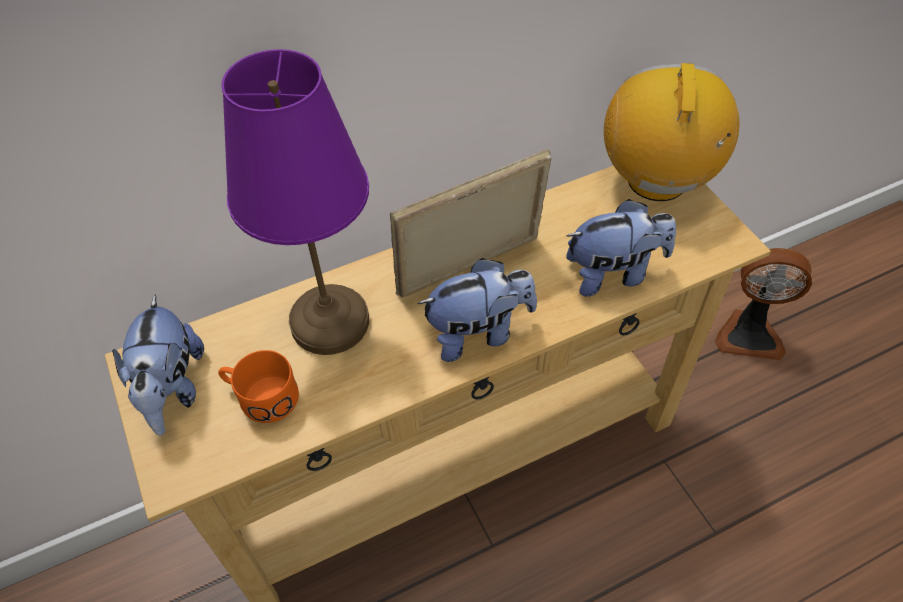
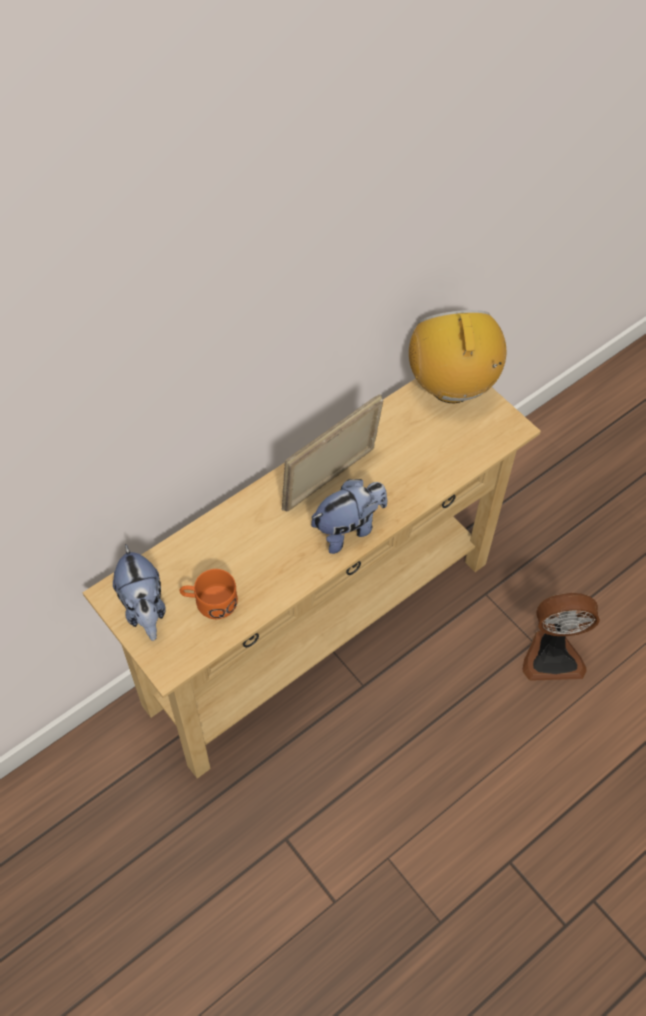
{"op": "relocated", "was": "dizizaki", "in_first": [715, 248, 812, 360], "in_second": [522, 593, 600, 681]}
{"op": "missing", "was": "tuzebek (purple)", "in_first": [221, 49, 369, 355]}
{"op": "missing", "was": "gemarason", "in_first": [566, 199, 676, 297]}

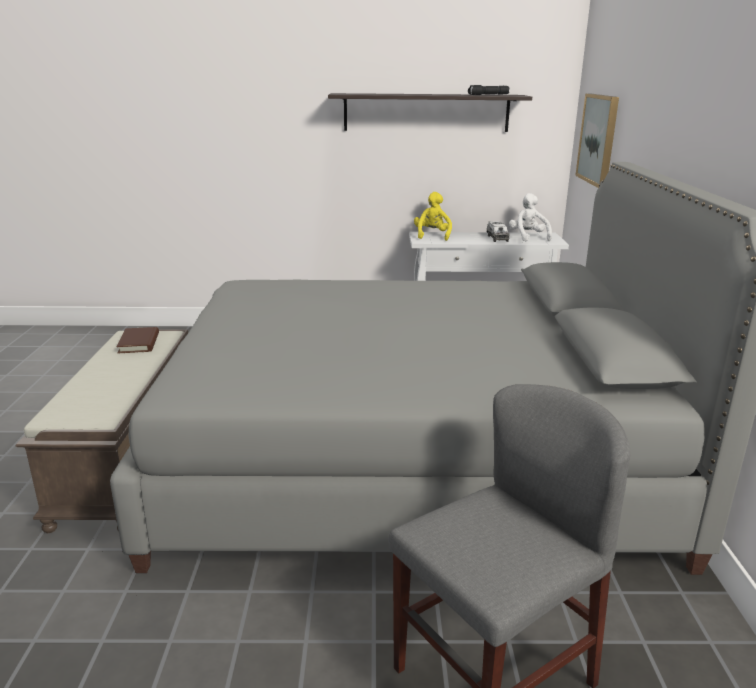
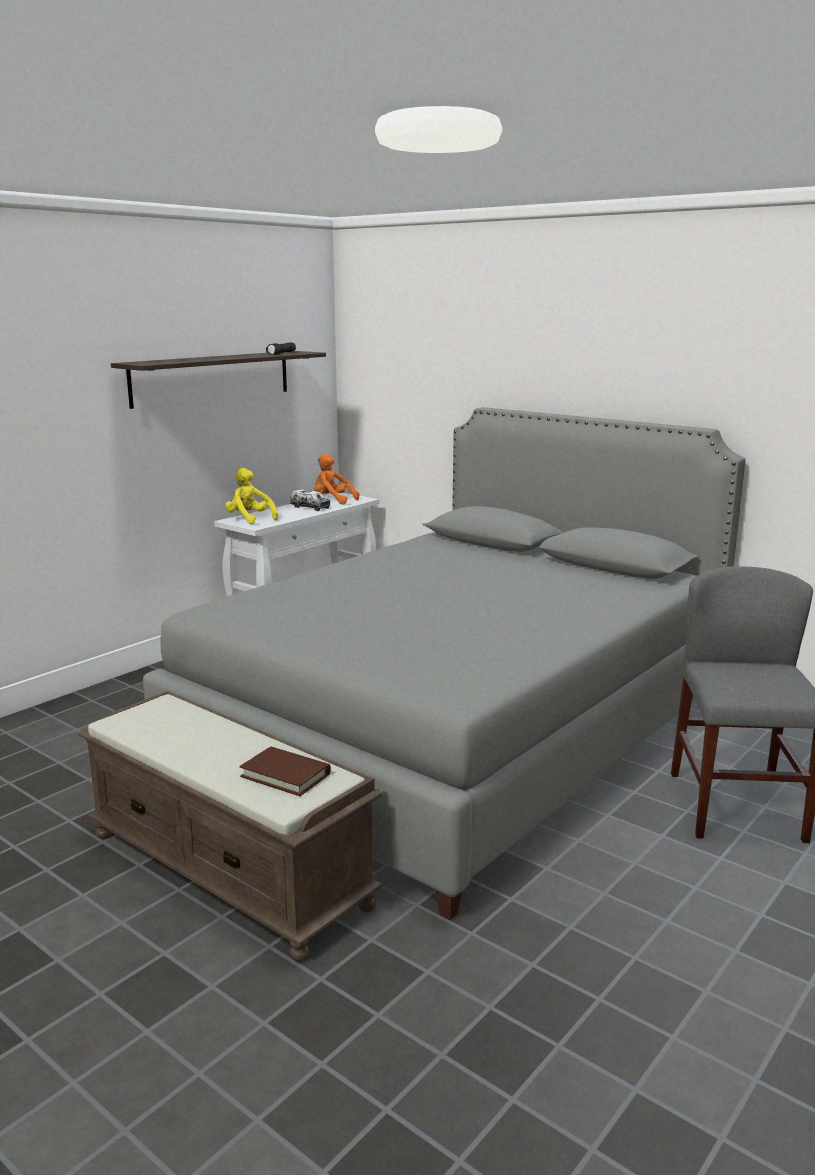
{"op": "relocated", "was": "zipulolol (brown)", "in_first": [117, 327, 159, 353], "in_second": [240, 747, 331, 796]}
{"op": "colour", "was": "gemarason (white)", "now": "gemarason (orange)", "in_first": [509, 193, 552, 242], "in_second": [314, 454, 359, 504]}
{"op": "missing", "was": "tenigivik", "in_first": [575, 94, 619, 188]}

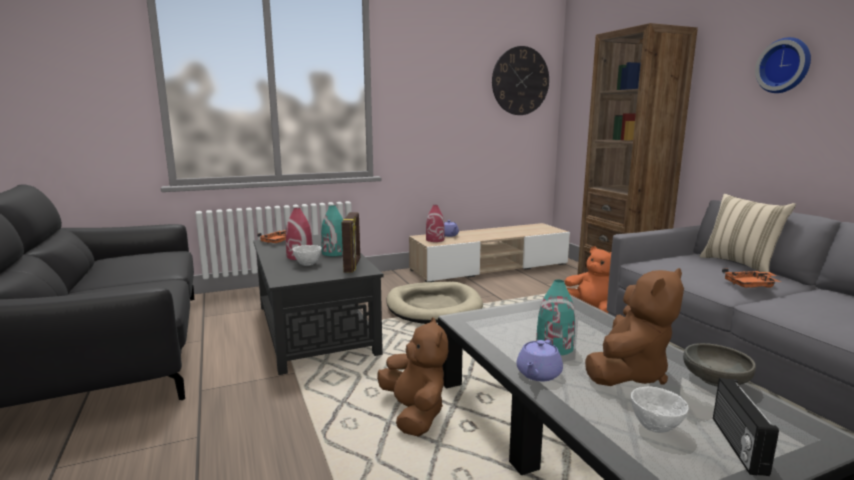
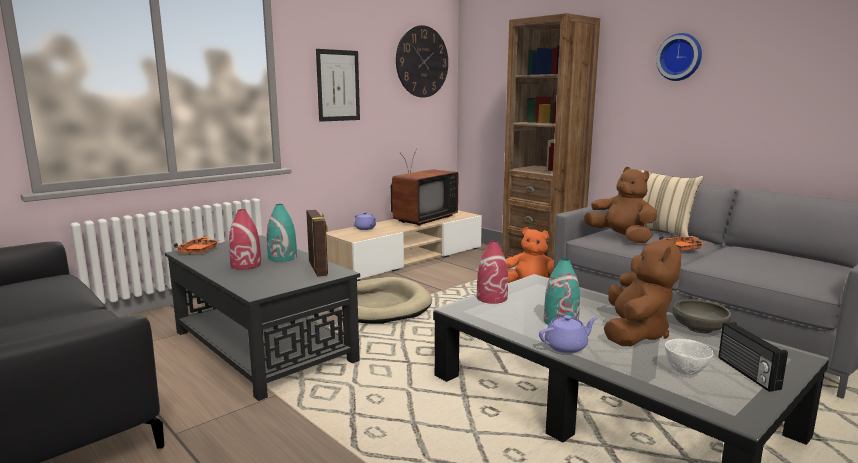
{"op": "appeared", "now": "tenigivik", "in_second": [316, 49, 360, 122]}
{"op": "appeared", "now": "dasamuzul", "in_second": [391, 148, 459, 226]}
{"op": "relocated", "was": "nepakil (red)", "in_first": [426, 205, 445, 242], "in_second": [477, 241, 508, 304]}
{"op": "spun", "was": "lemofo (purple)", "in_first": [517, 339, 563, 381], "in_second": [539, 315, 597, 353], "clockwise": -120}
{"op": "relocated", "was": "gemarason (brown)", "in_first": [377, 317, 448, 437], "in_second": [584, 167, 657, 243]}
{"op": "missing", "was": "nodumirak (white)", "in_first": [292, 245, 322, 266]}

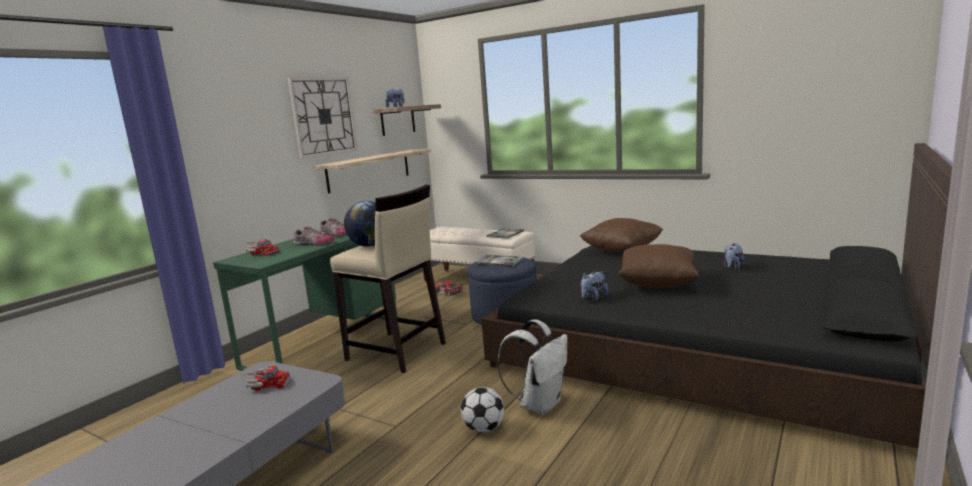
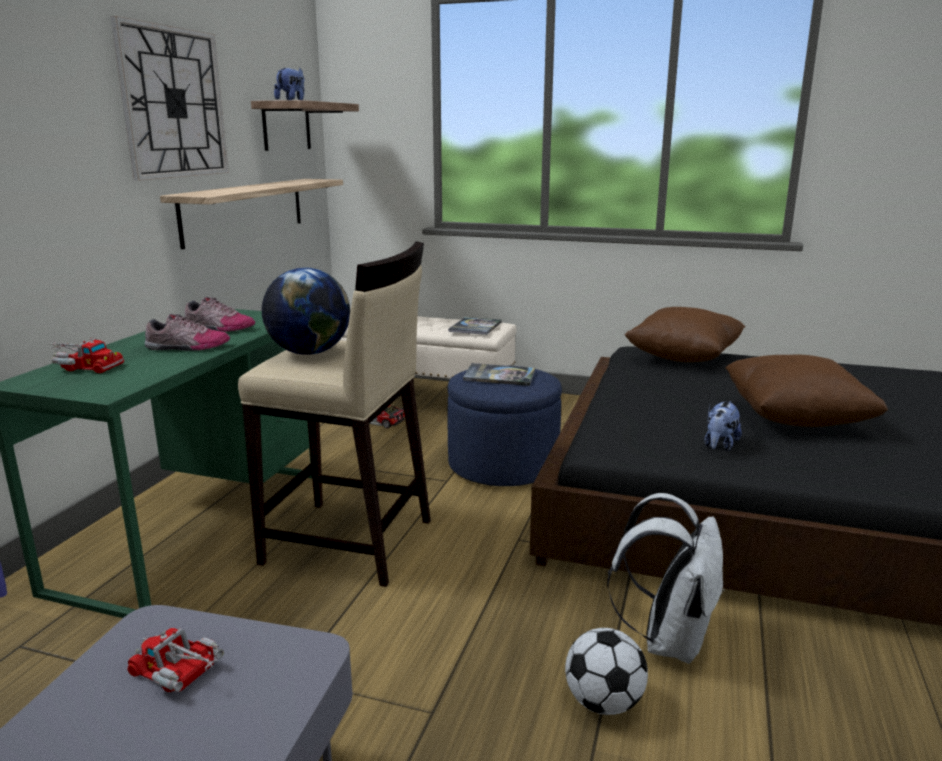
{"op": "spun", "was": "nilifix", "in_first": [239, 365, 290, 391], "in_second": [127, 628, 224, 692], "clockwise": -135}
{"op": "missing", "was": "gemarason", "in_first": [724, 243, 744, 269]}

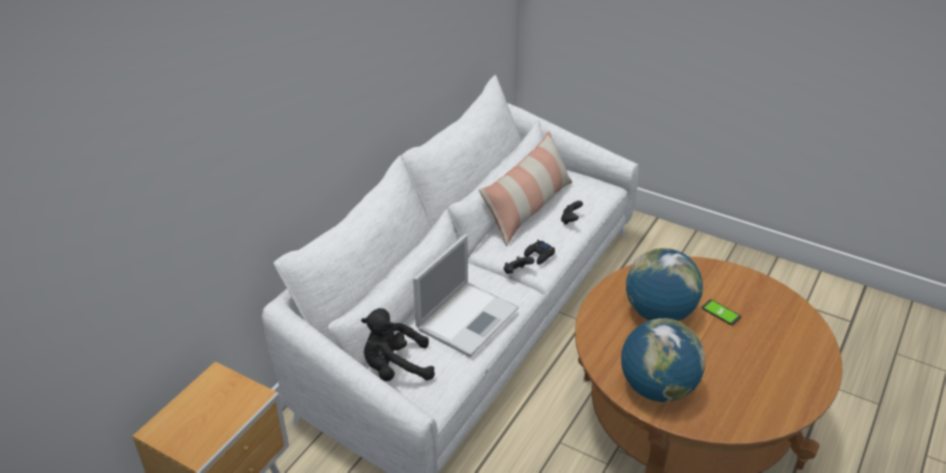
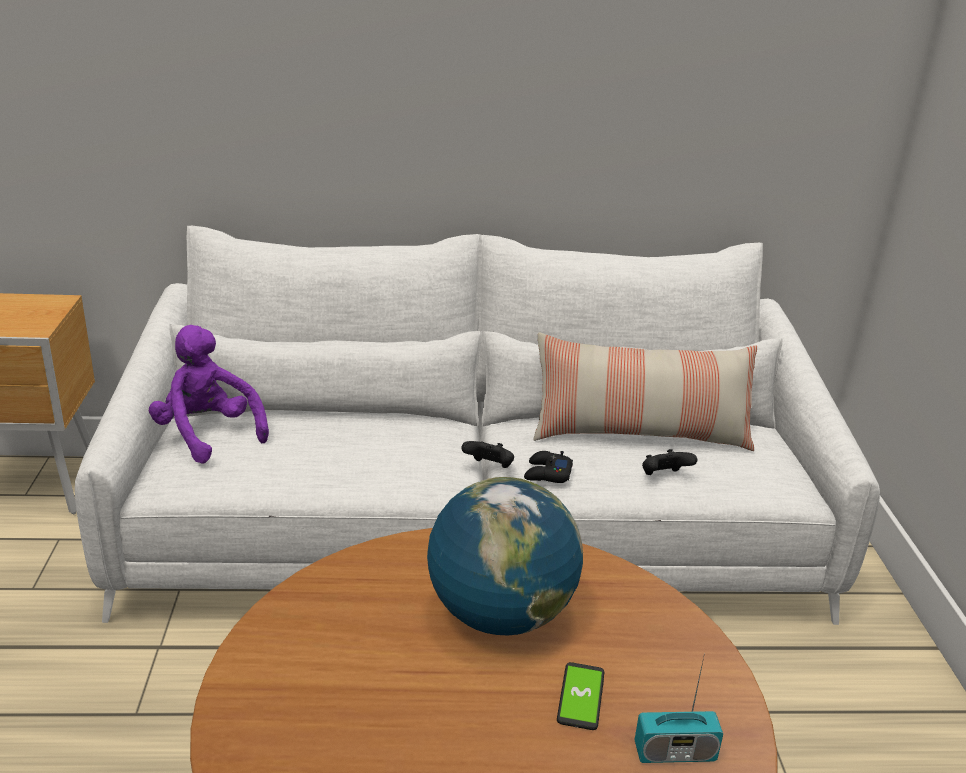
{"op": "colour", "was": "gemarason (black)", "now": "gemarason (purple)", "in_first": [361, 308, 435, 381], "in_second": [149, 325, 269, 464]}
{"op": "appeared", "now": "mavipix", "in_second": [635, 657, 723, 763]}
{"op": "missing", "was": "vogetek", "in_first": [413, 234, 519, 357]}
{"op": "missing", "was": "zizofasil", "in_first": [621, 318, 706, 402]}

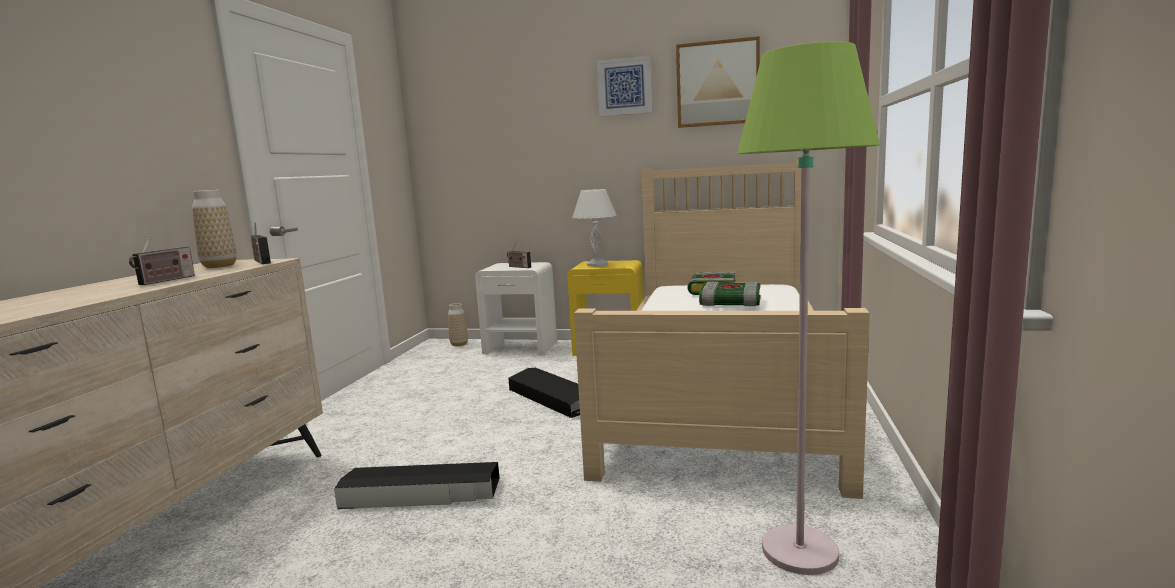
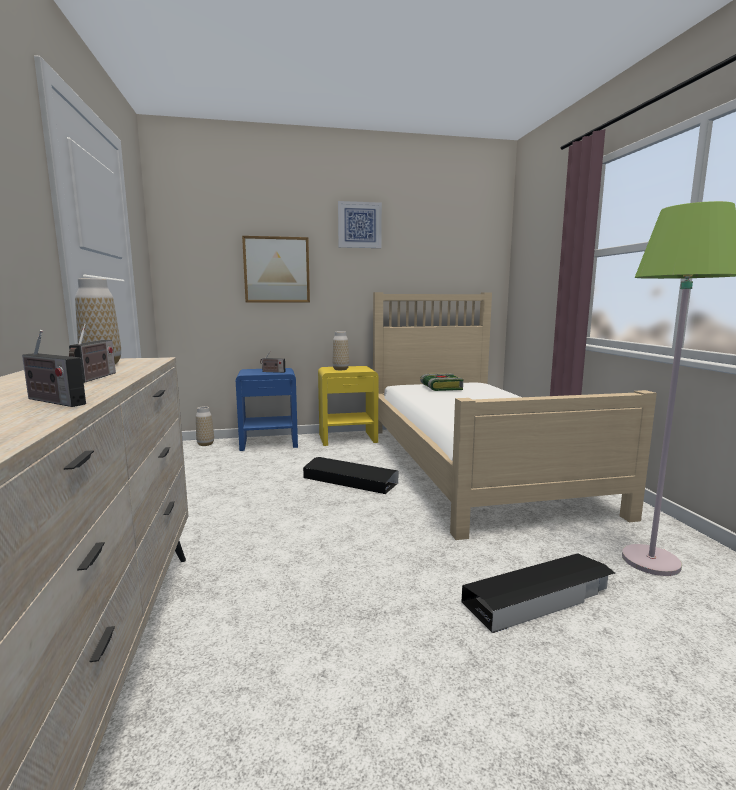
{"op": "relocated", "was": "mavipix", "in_first": [251, 222, 271, 264], "in_second": [22, 330, 86, 407]}
{"op": "colour", "was": "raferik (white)", "now": "raferik (blue)", "in_first": [475, 262, 557, 355], "in_second": [236, 368, 298, 451]}
{"op": "relocated", "was": "tenigivik", "in_first": [676, 36, 760, 128], "in_second": [242, 236, 310, 302]}
{"op": "exchanged", "was": "tuzebek (white)", "now": "nepakil", "in_first": [572, 189, 617, 267], "in_second": [332, 331, 349, 370]}
{"op": "relocated", "was": "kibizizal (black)", "in_first": [334, 462, 499, 509], "in_second": [462, 553, 615, 633]}
{"op": "missing", "was": "zipulolol", "in_first": [699, 282, 761, 307]}

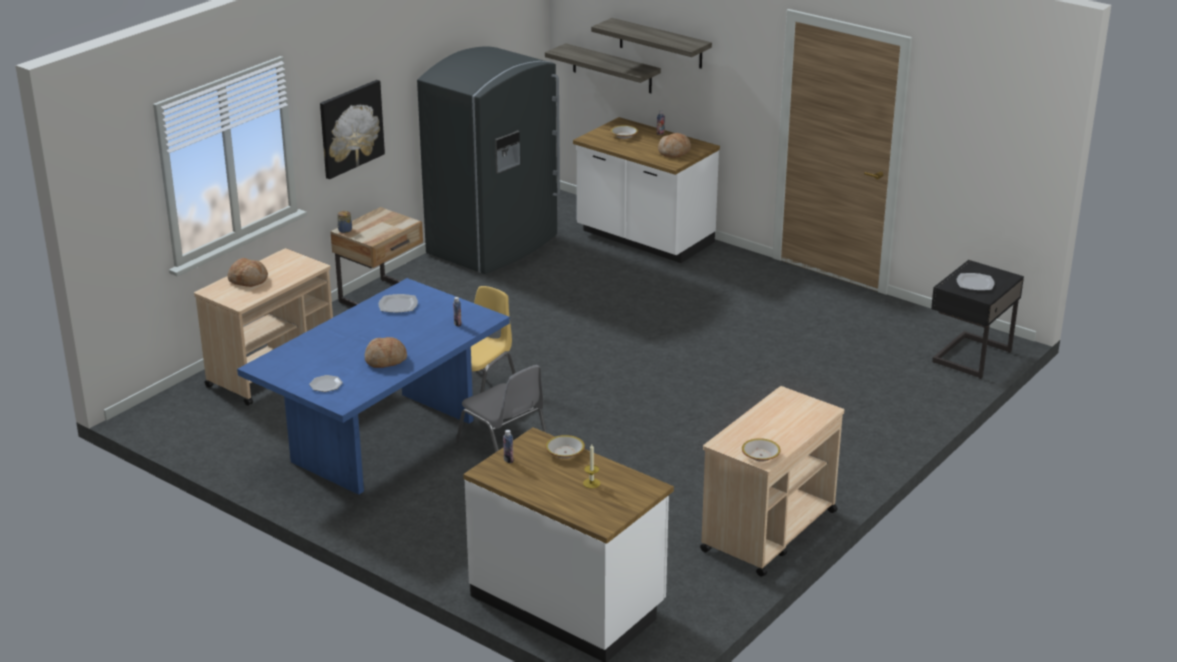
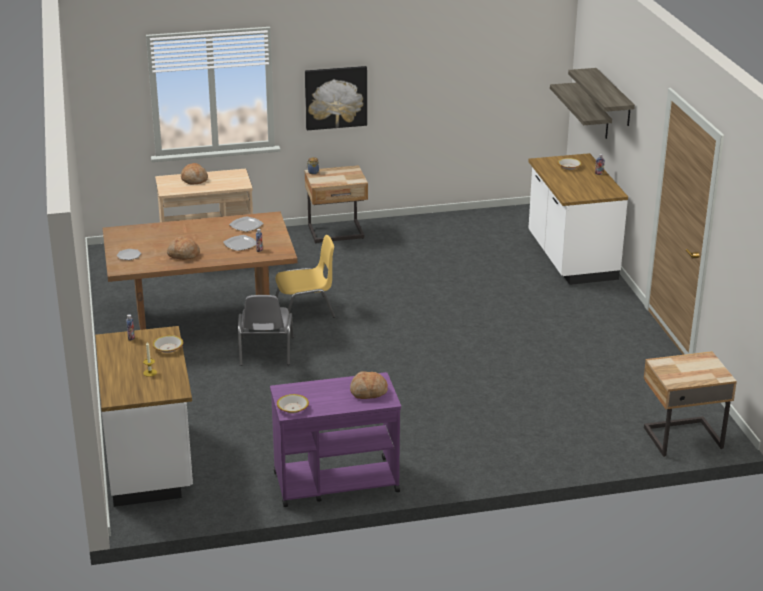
{"op": "colour", "was": "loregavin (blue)", "now": "loregavin (brown)", "in_first": [237, 278, 510, 495], "in_second": [103, 211, 298, 331]}
{"op": "relocated", "was": "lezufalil", "in_first": [957, 273, 995, 290], "in_second": [223, 235, 256, 251]}
{"op": "colour", "was": "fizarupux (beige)", "now": "fizarupux (purple)", "in_first": [700, 386, 844, 577], "in_second": [270, 372, 401, 507]}
{"op": "relocated", "was": "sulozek", "in_first": [658, 133, 691, 158], "in_second": [350, 371, 388, 399]}
{"op": "colour", "was": "raferik (black)", "now": "raferik (beige)", "in_first": [931, 260, 1024, 379], "in_second": [644, 351, 737, 457]}
{"op": "missing", "was": "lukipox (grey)", "in_first": [417, 46, 560, 274]}

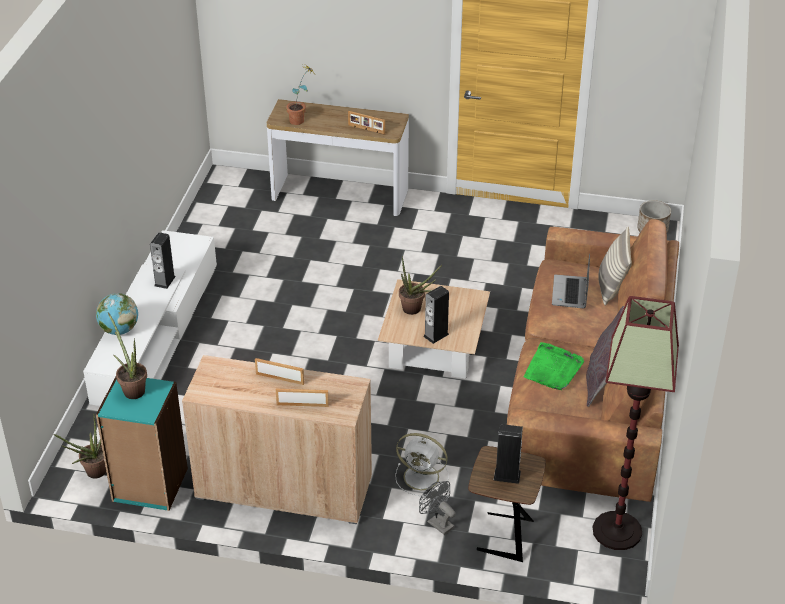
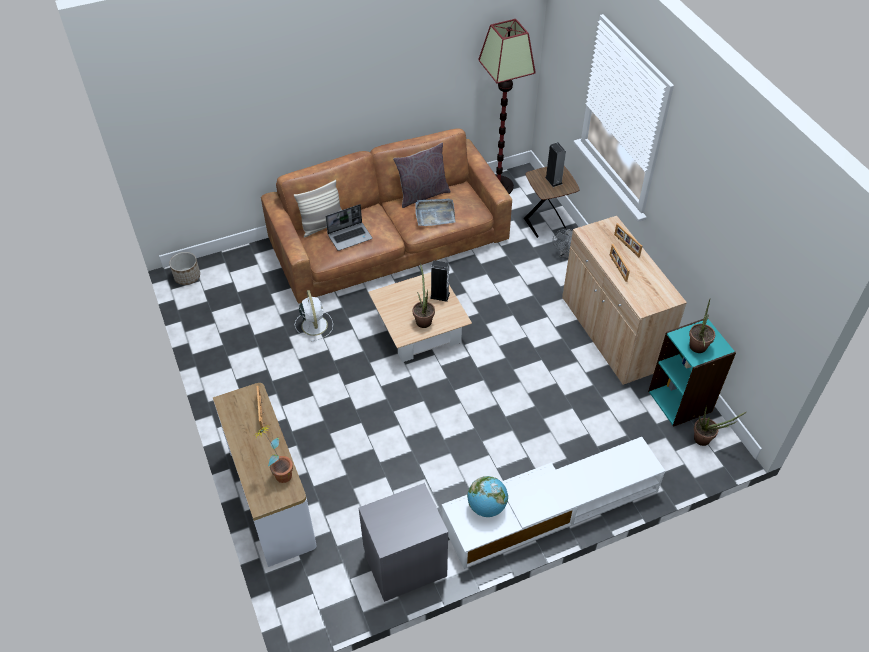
{"op": "relocated", "was": "dizizaki (white)", "in_first": [395, 433, 449, 496], "in_second": [295, 290, 333, 342]}
{"op": "appeared", "now": "raferik (grey)", "in_second": [359, 483, 448, 602]}
{"op": "colour", "was": "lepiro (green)", "now": "lepiro (grey)", "in_first": [524, 342, 584, 390], "in_second": [415, 199, 455, 226]}
{"op": "relocated", "was": "zizofasil", "in_first": [96, 293, 138, 335], "in_second": [467, 476, 508, 517]}
{"op": "missing", "was": "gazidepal", "in_first": [150, 232, 176, 289]}

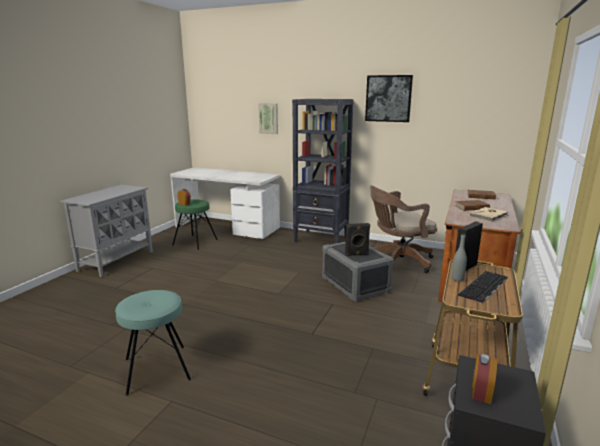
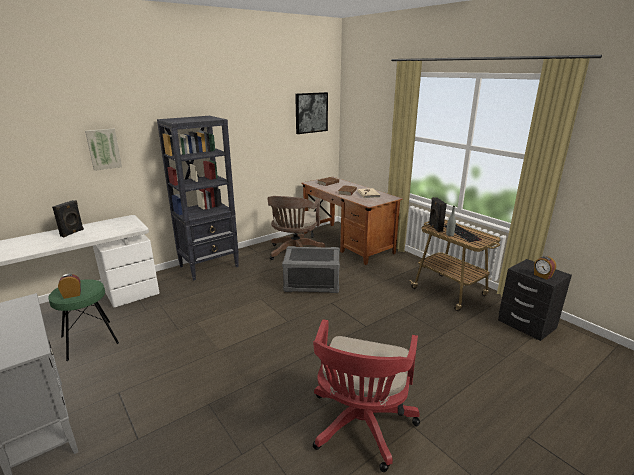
{"op": "relocated", "was": "gazidepal (black)", "in_first": [345, 223, 370, 256], "in_second": [52, 200, 84, 237]}
{"op": "relocated", "was": "tenigivik", "in_first": [365, 75, 413, 122], "in_second": [295, 92, 328, 134]}
{"op": "exchanged", "was": "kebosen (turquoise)", "now": "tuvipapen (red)", "in_first": [115, 290, 191, 396], "in_second": [313, 319, 420, 472]}

